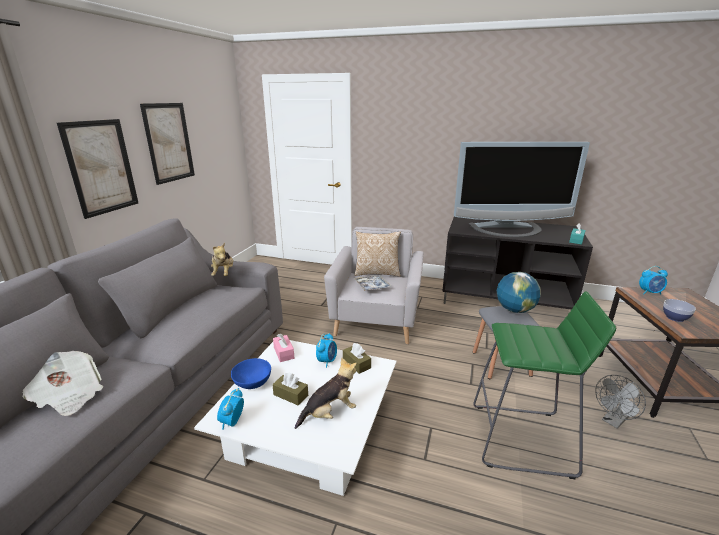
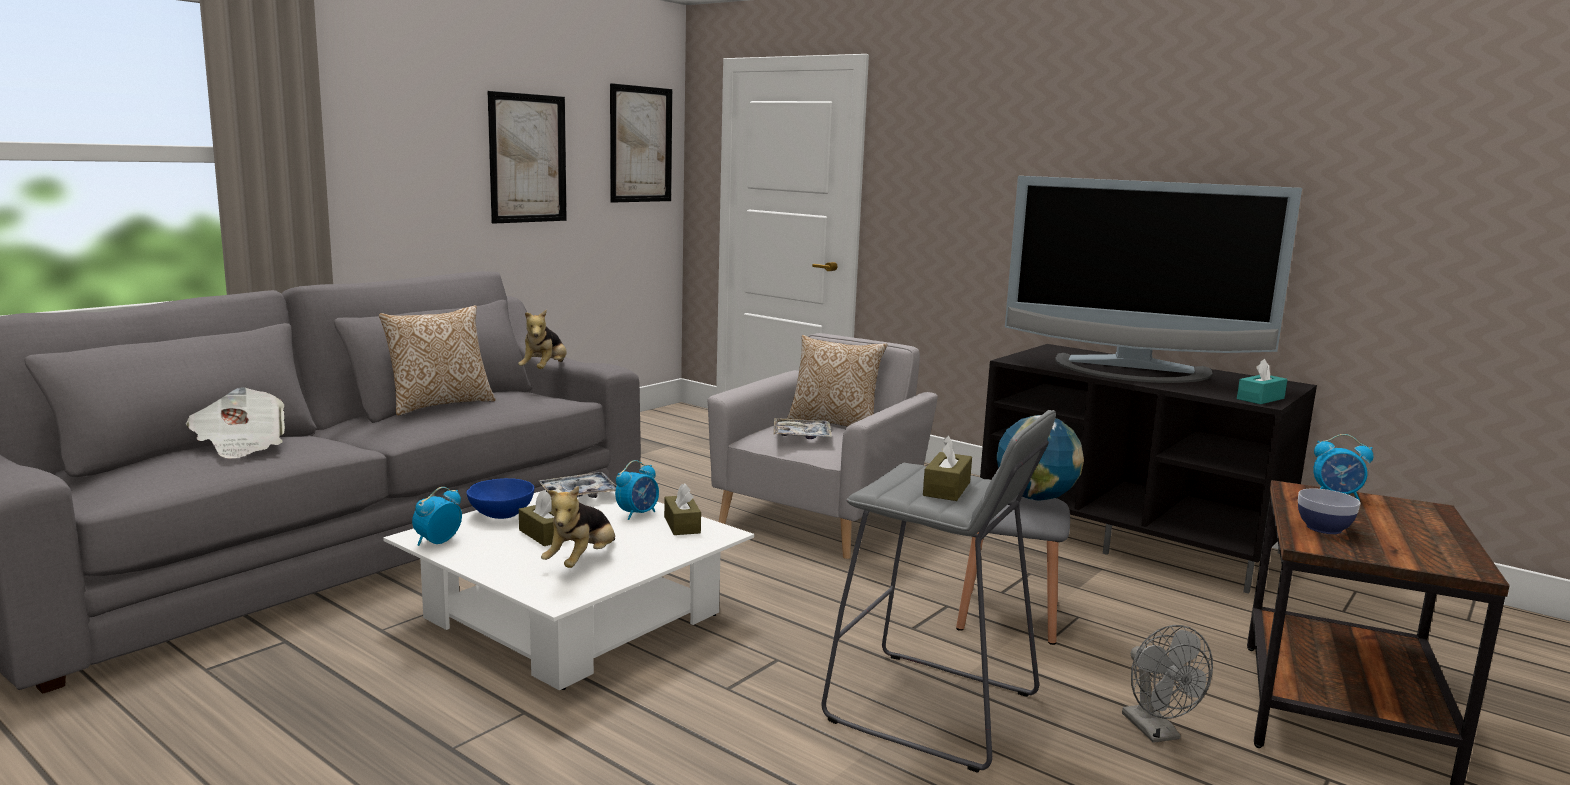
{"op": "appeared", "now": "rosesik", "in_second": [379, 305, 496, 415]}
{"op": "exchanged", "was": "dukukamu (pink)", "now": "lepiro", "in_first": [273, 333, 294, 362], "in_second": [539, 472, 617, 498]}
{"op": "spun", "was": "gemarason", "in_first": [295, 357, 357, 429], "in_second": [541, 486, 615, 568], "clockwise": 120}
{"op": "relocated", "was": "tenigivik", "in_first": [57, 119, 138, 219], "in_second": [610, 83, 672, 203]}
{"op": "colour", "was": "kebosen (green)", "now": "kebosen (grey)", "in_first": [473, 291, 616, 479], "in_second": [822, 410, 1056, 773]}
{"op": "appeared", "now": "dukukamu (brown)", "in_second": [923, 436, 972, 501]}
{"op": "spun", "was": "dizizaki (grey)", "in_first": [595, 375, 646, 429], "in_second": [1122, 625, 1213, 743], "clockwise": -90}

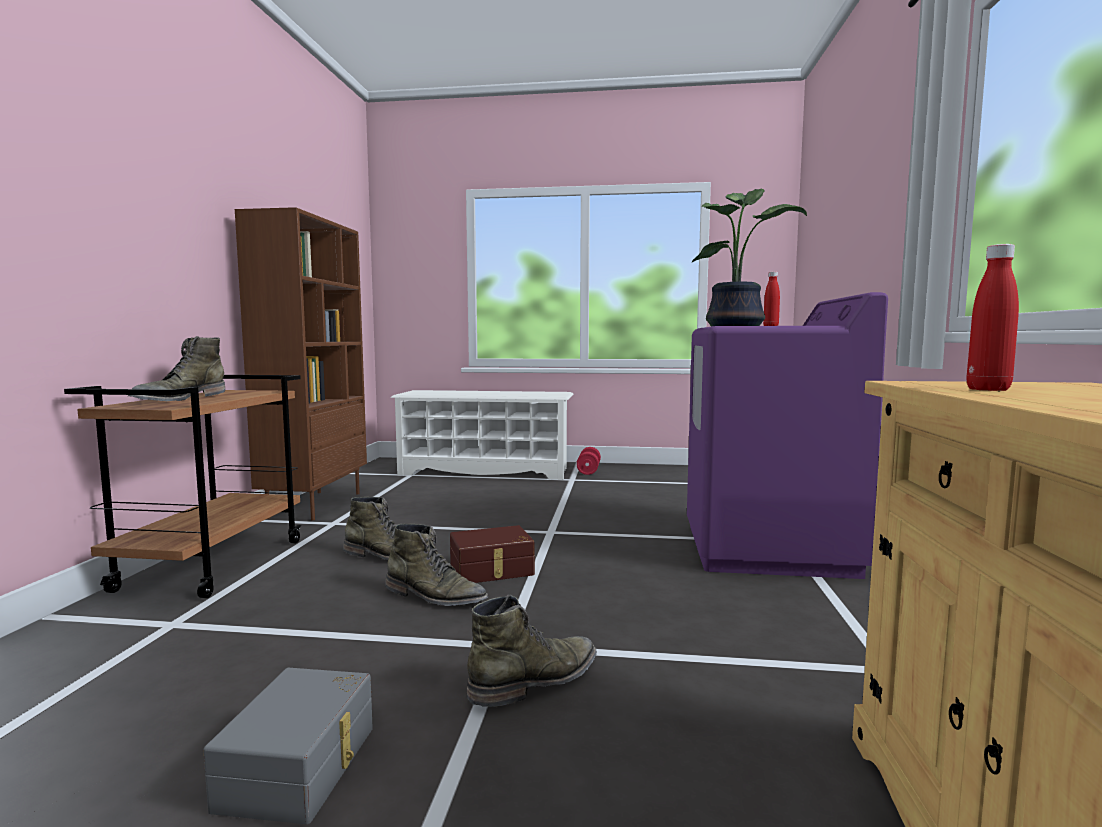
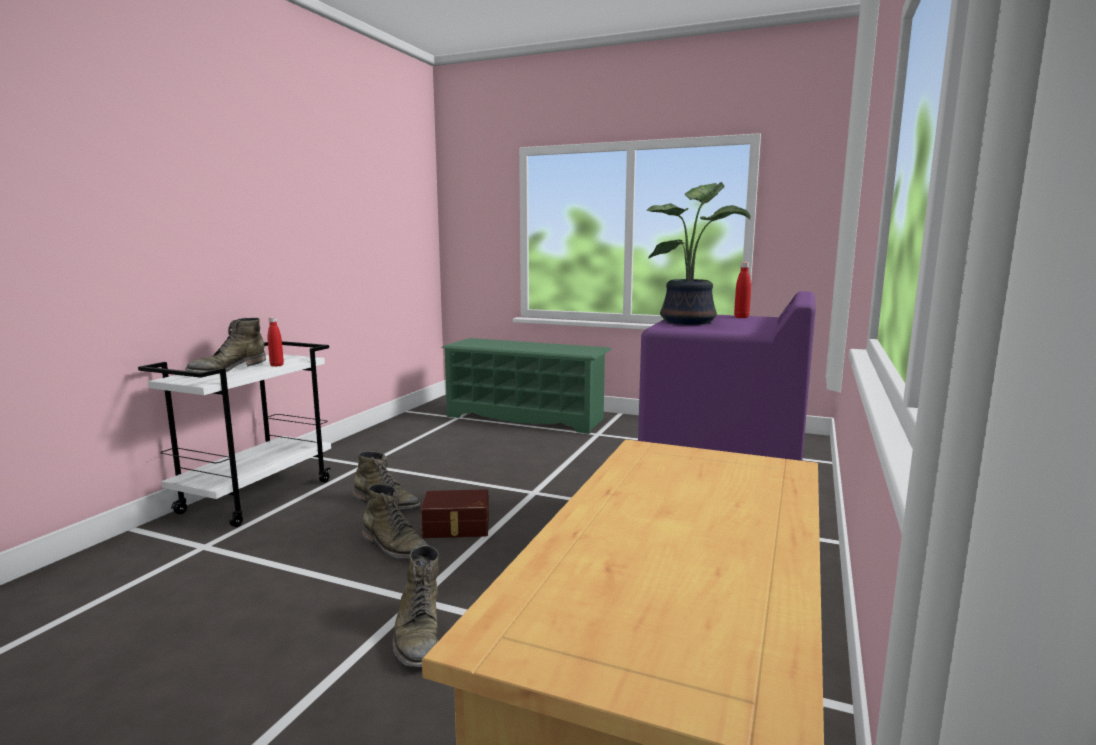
{"op": "colour", "was": "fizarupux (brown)", "now": "fizarupux (white)", "in_first": [64, 375, 302, 598], "in_second": [138, 341, 331, 527]}
{"op": "relocated", "was": "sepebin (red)", "in_first": [967, 244, 1019, 391], "in_second": [268, 317, 284, 367]}
{"op": "spun", "was": "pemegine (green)", "in_first": [467, 594, 597, 707], "in_second": [393, 545, 439, 667], "clockwise": 105}
{"op": "colour", "was": "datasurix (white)", "now": "datasurix (green)", "in_first": [391, 390, 574, 480], "in_second": [441, 338, 611, 434]}
{"op": "missing", "was": "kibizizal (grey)", "in_first": [203, 668, 373, 824]}
{"op": "missing", "was": "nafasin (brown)", "in_first": [235, 207, 367, 520]}
{"op": "missing", "was": "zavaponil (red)", "in_first": [576, 447, 601, 475]}

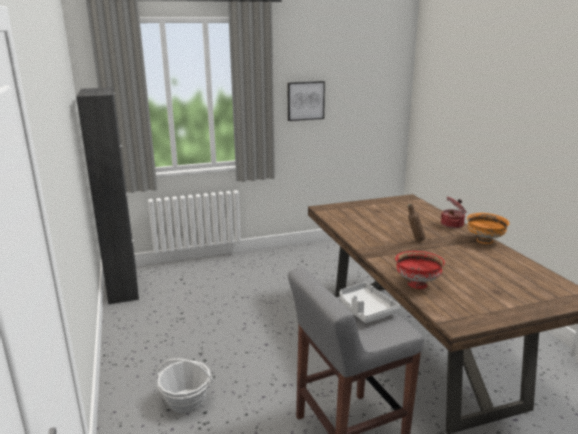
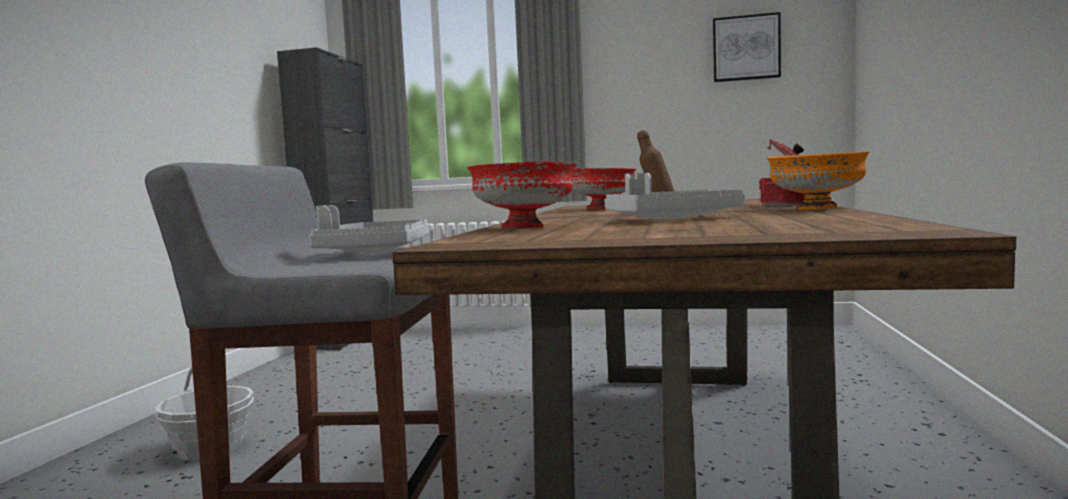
{"op": "appeared", "now": "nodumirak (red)", "in_second": [572, 168, 636, 209]}
{"op": "appeared", "now": "lepiro (grey)", "in_second": [604, 173, 745, 219]}
{"op": "relocated", "was": "tenigivik", "in_first": [288, 81, 325, 121], "in_second": [713, 12, 781, 82]}

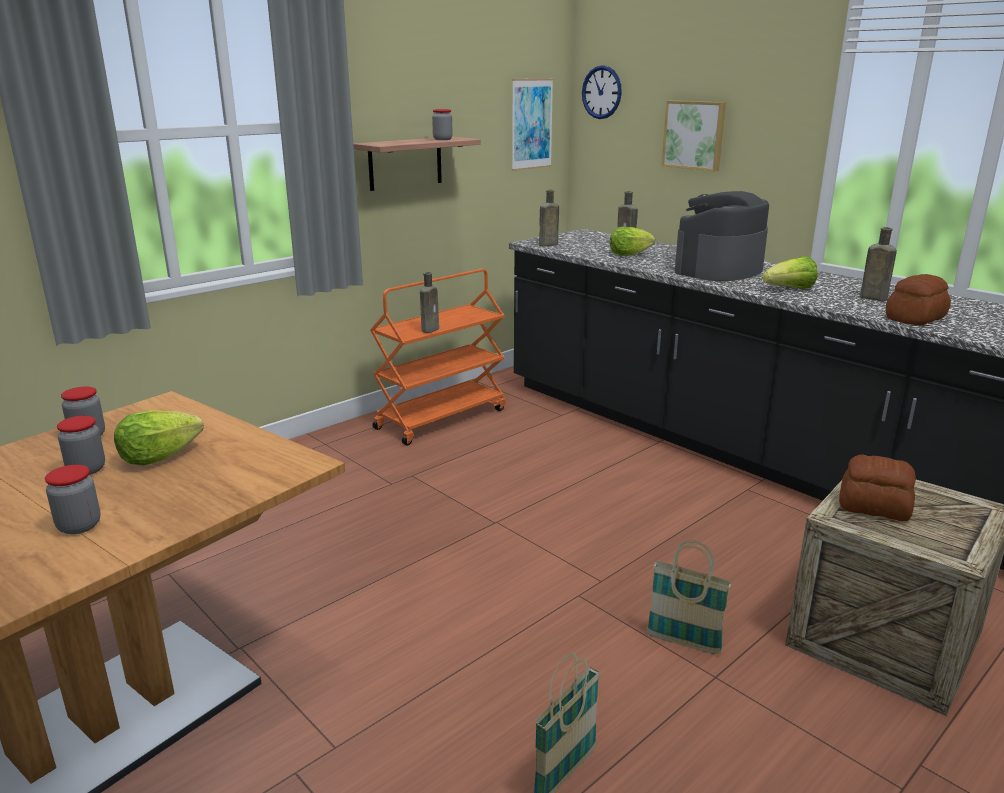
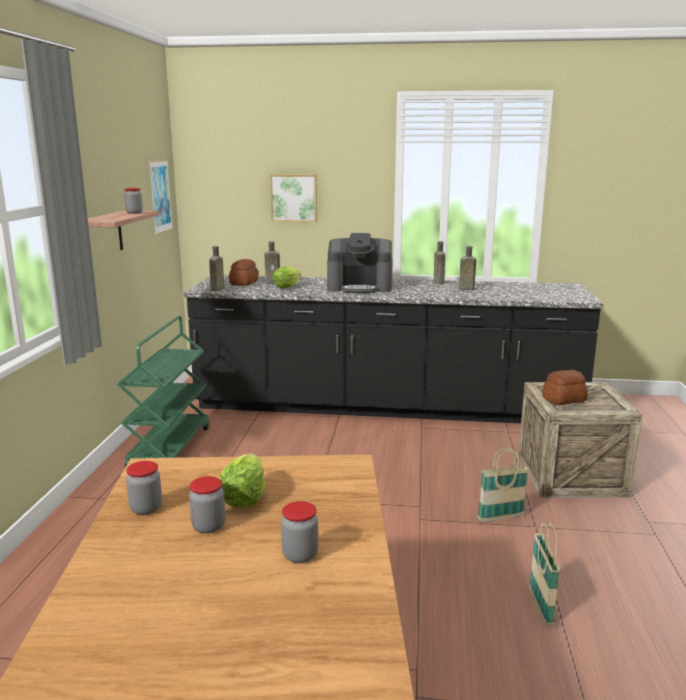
{"op": "colour", "was": "fizarupux (orange)", "now": "fizarupux (green)", "in_first": [370, 269, 506, 446], "in_second": [117, 316, 209, 469]}
{"op": "relocated", "was": "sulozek", "in_first": [886, 274, 951, 325], "in_second": [229, 259, 259, 286]}
{"op": "spun", "was": "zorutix", "in_first": [675, 191, 769, 281], "in_second": [327, 233, 392, 293], "clockwise": -90}
{"op": "relocated", "was": "sepebin (brown)", "in_first": [420, 272, 439, 333], "in_second": [434, 241, 445, 284]}
{"op": "missing", "was": "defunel", "in_first": [582, 65, 622, 119]}
{"op": "missing", "was": "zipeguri", "in_first": [763, 256, 818, 289]}

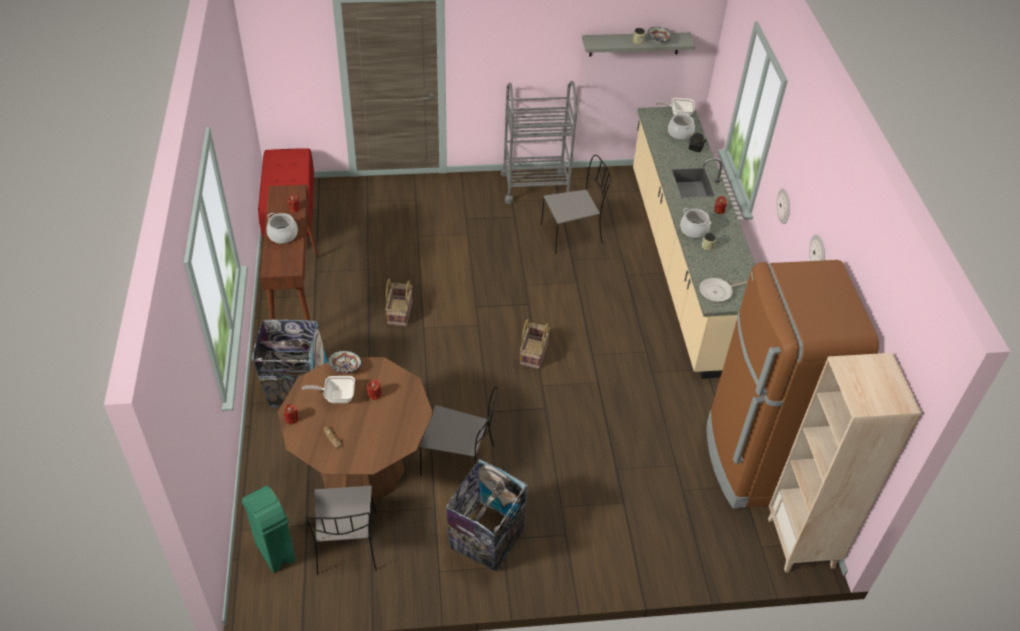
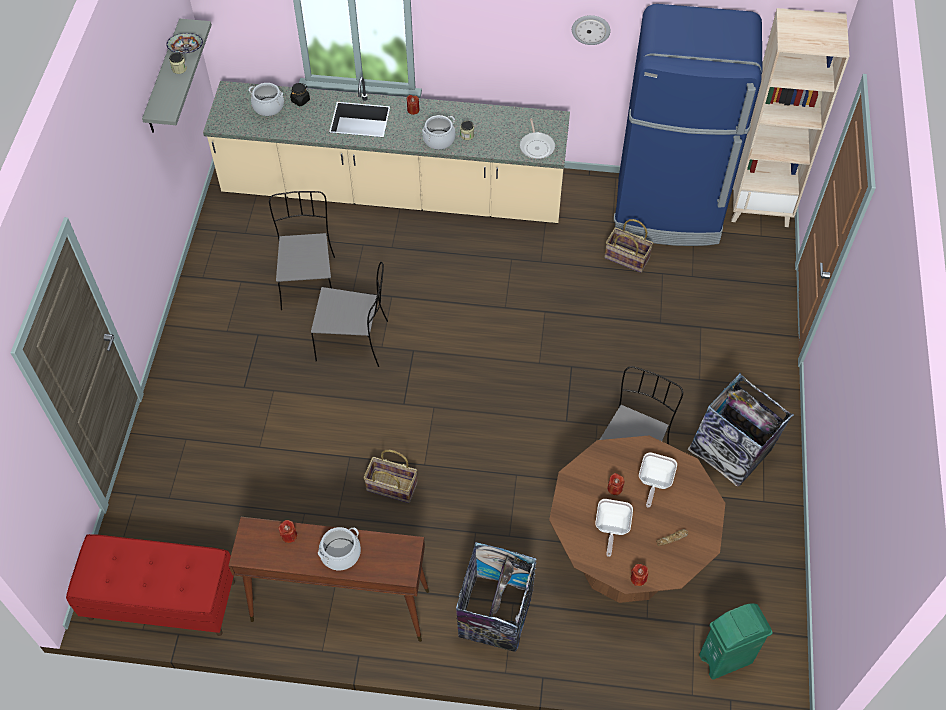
{"op": "relocated", "was": "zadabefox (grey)", "in_first": [305, 486, 377, 575], "in_second": [311, 262, 388, 367]}
{"op": "relocated", "was": "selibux", "in_first": [520, 319, 550, 369], "in_second": [604, 219, 654, 273]}
{"op": "colour", "was": "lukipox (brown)", "now": "lukipox (blue)", "in_first": [706, 260, 879, 509], "in_second": [614, 4, 762, 246]}
{"op": "relocated", "was": "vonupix", "in_first": [655, 98, 695, 116], "in_second": [639, 452, 677, 508]}
{"op": "missing", "was": "nodumirak", "in_first": [328, 351, 362, 373]}
{"op": "missing", "was": "fizarupux (grey)", "in_first": [501, 81, 577, 204]}
{"op": "missing", "was": "defunel", "in_first": [777, 189, 790, 224]}

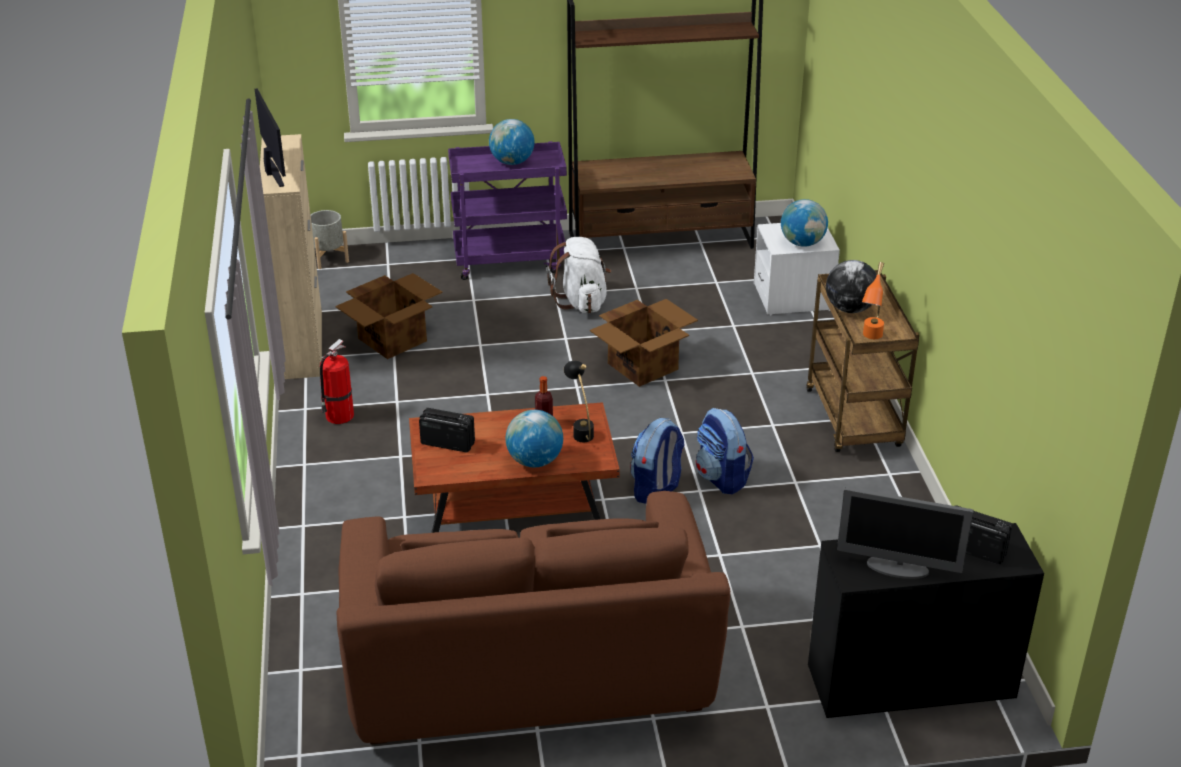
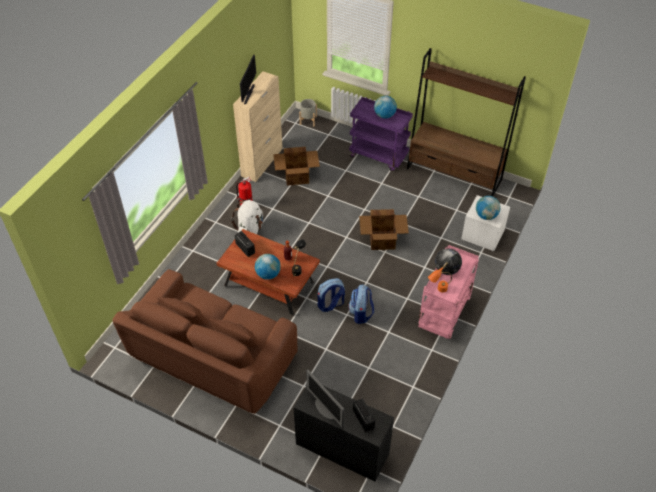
{"op": "relocated", "was": "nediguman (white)", "in_first": [547, 237, 611, 313], "in_second": [231, 200, 263, 234]}
{"op": "colour", "was": "fizarupux (brown)", "now": "fizarupux (pink)", "in_first": [806, 270, 919, 452], "in_second": [418, 245, 479, 339]}

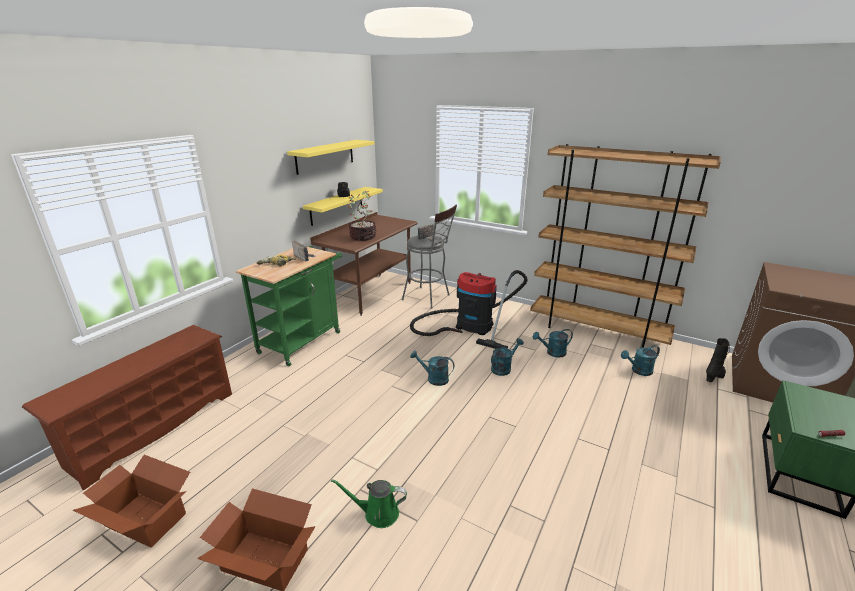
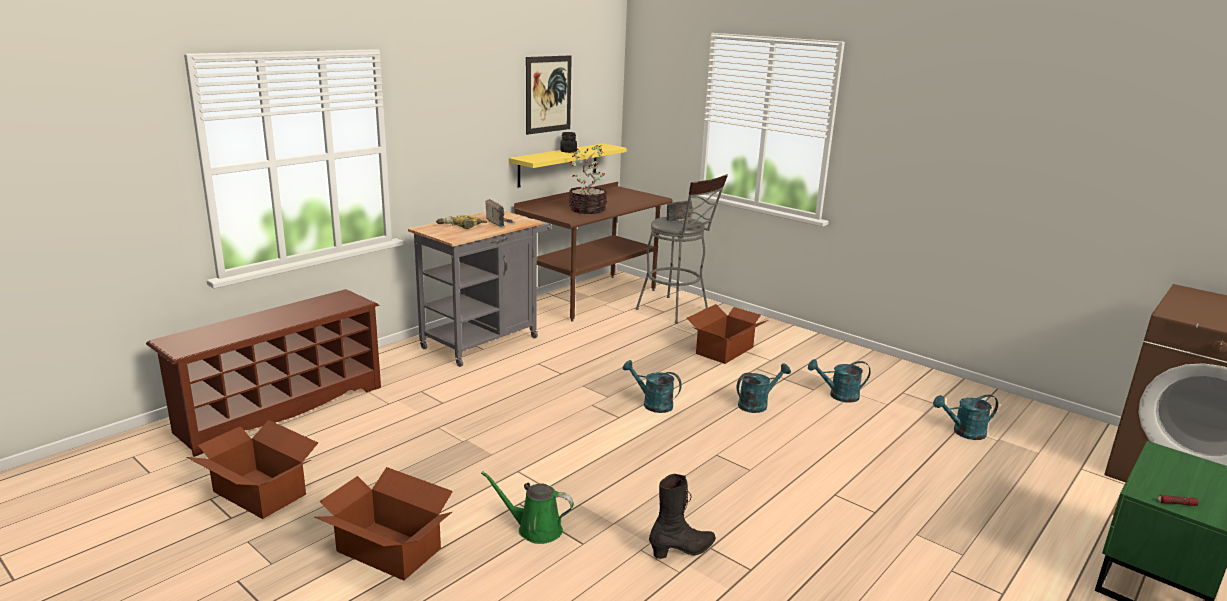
{"op": "colour", "was": "fizarupux (green)", "now": "fizarupux (grey)", "in_first": [236, 246, 342, 366], "in_second": [408, 211, 552, 367]}
{"op": "exchanged", "was": "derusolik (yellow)", "now": "tenigivik", "in_first": [287, 140, 375, 175], "in_second": [526, 55, 572, 135]}
{"op": "relocated", "was": "pemegine (black)", "in_first": [706, 338, 730, 382], "in_second": [649, 474, 716, 559]}
{"op": "exchanged", "was": "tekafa", "now": "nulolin", "in_first": [410, 270, 528, 349], "in_second": [687, 304, 768, 364]}
{"op": "missing", "was": "nafasin (brown)", "in_first": [530, 144, 721, 348]}

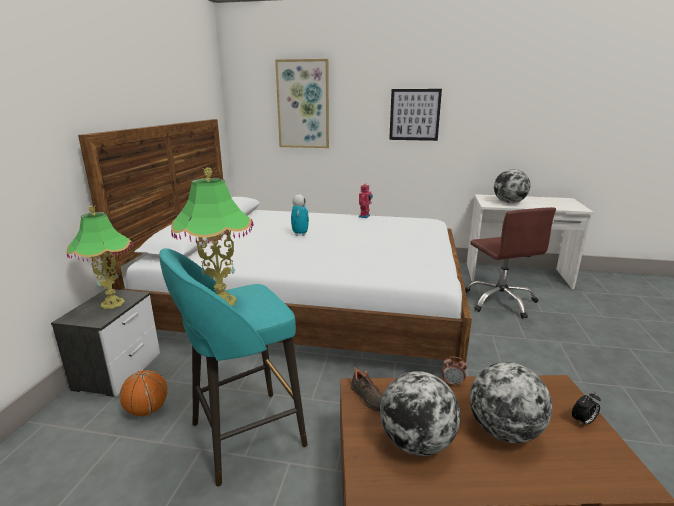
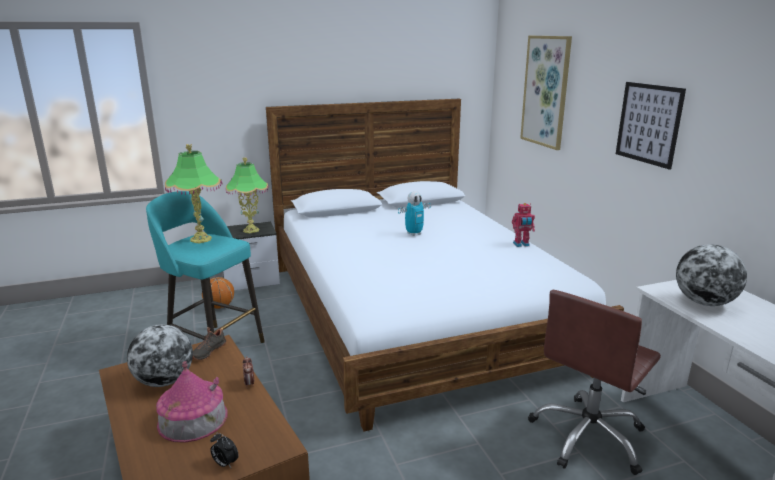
{"op": "exchanged", "was": "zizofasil", "now": "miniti", "in_first": [470, 362, 552, 443], "in_second": [156, 361, 228, 443]}

